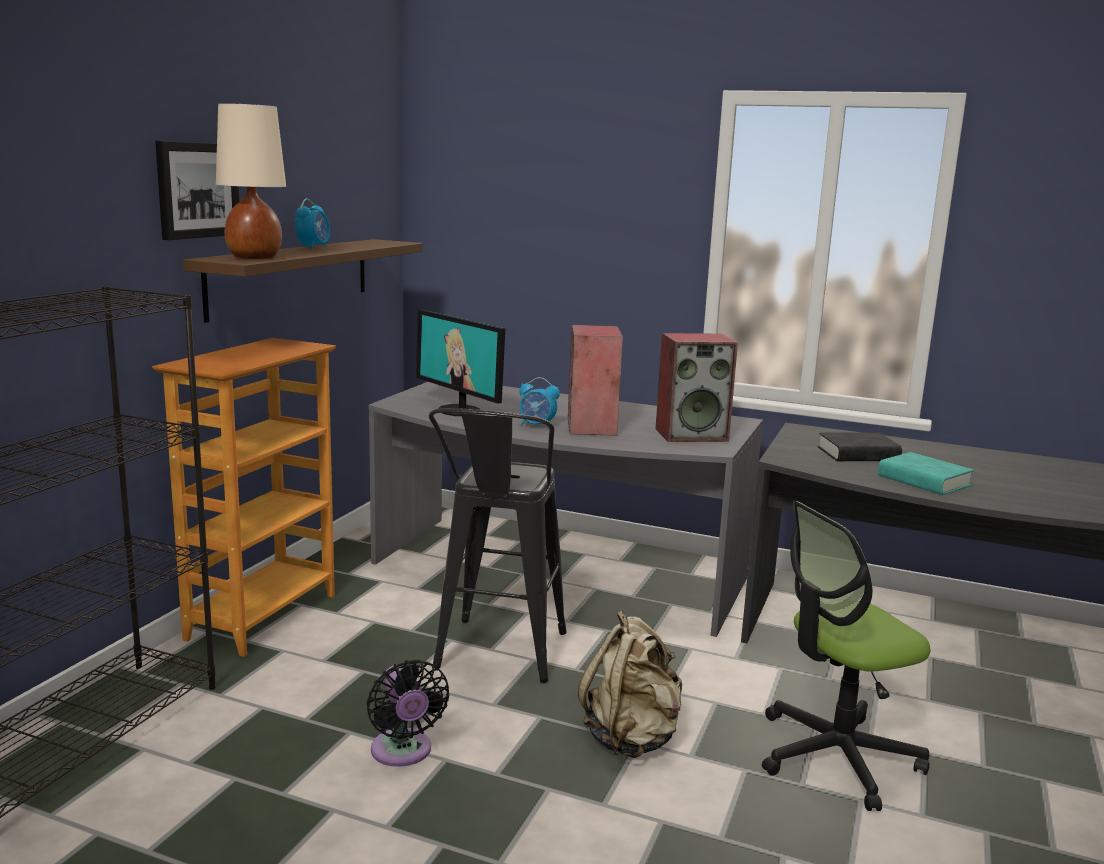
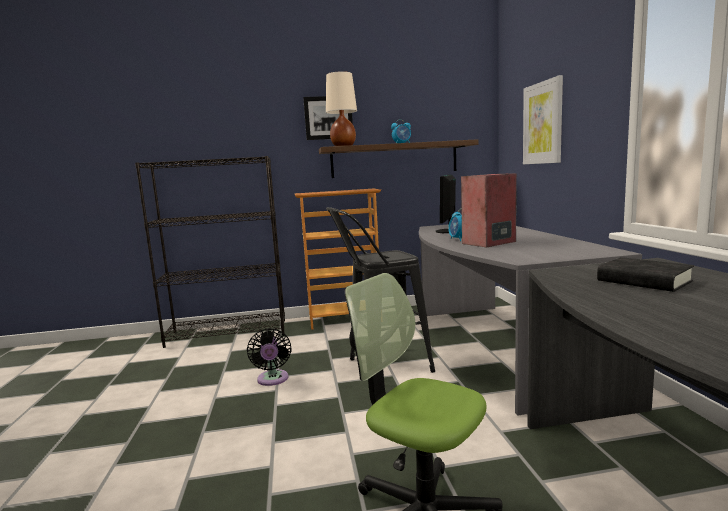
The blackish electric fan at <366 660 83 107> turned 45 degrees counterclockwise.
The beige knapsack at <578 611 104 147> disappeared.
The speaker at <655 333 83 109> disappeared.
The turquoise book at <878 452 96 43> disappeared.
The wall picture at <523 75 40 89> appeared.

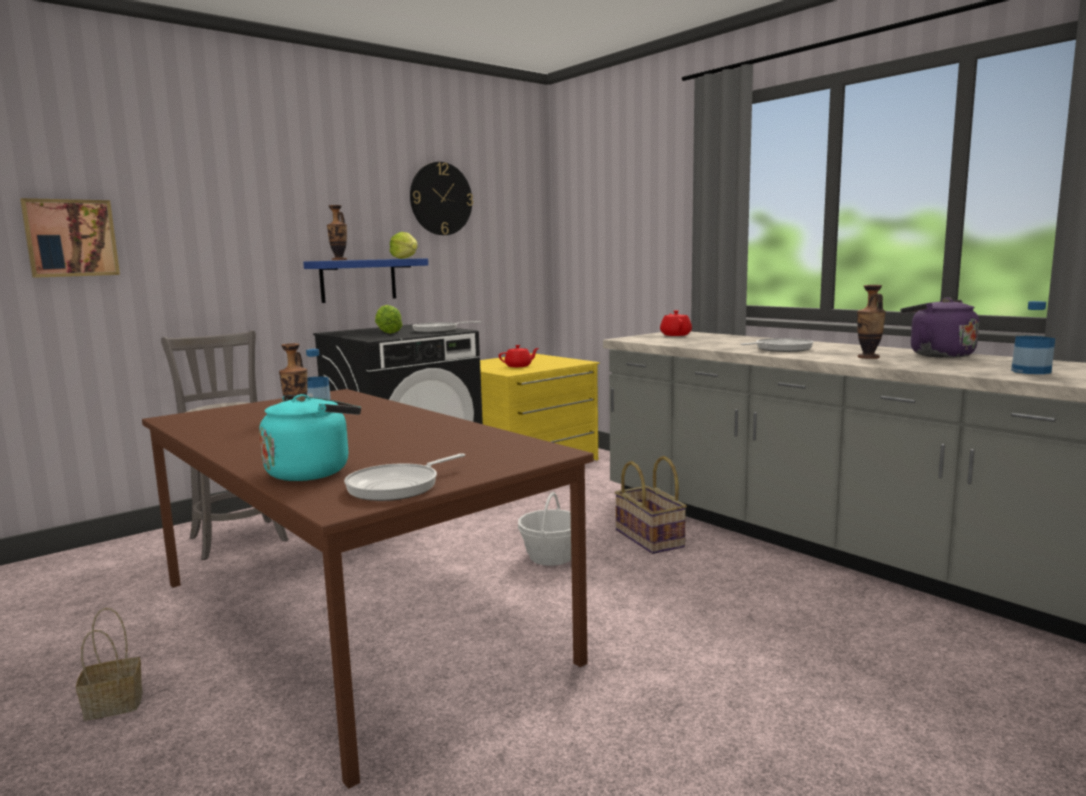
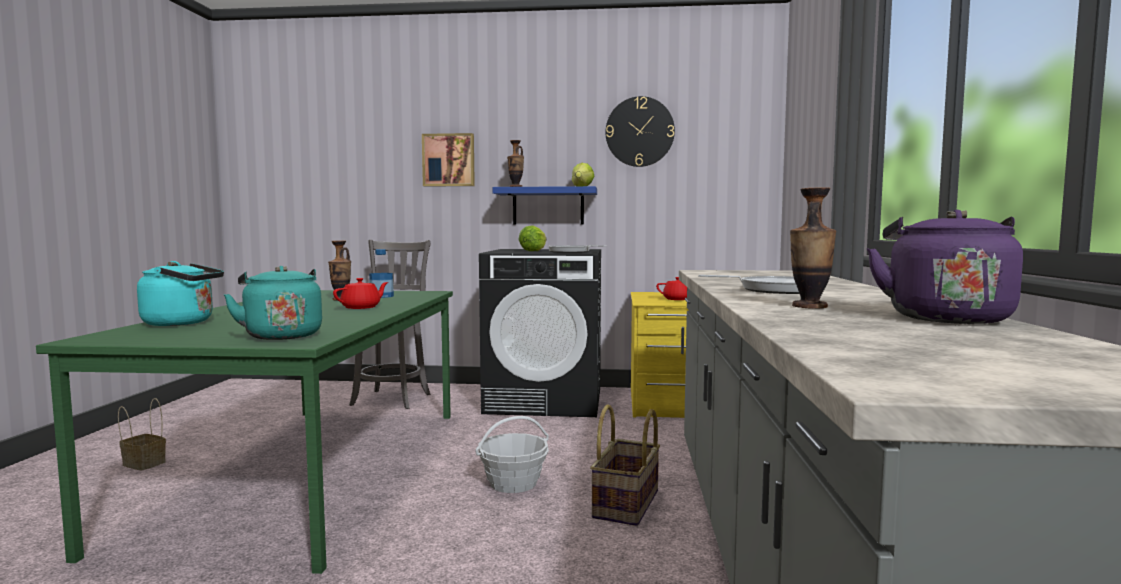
The wall picture moved from <20 198 100 80> to <422 133 53 53>.
The brown dinner table at <142 389 452 400> became the greenish dinner table at <36 290 417 284>.
The frying pan at <344 453 121 48> disappeared.
The red-coloured pot for tea moved from <660 310 32 26> to <333 278 55 31>.
The bottle at <1011 301 44 73> disappeared.
The turquoise tea kettle at <223 266 99 74> appeared.

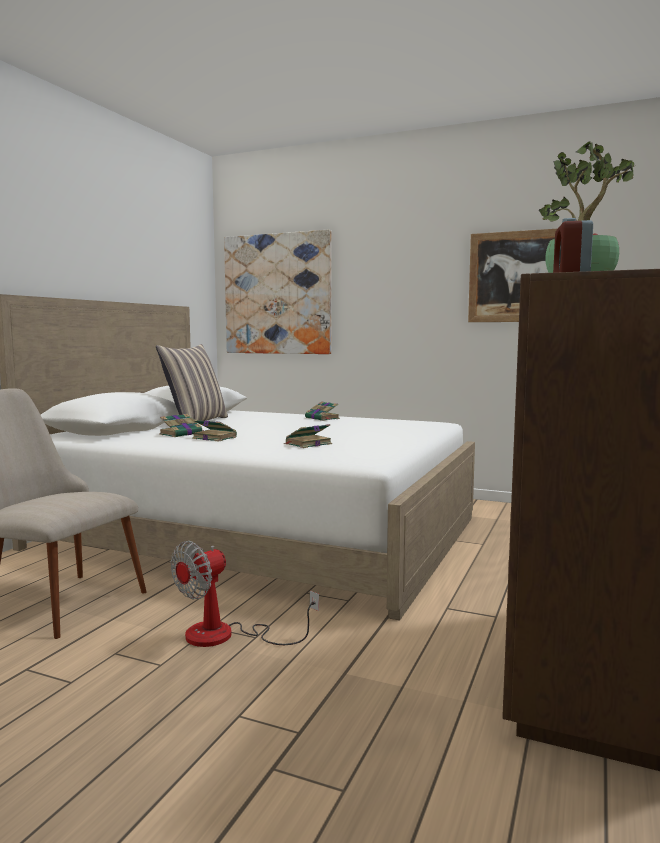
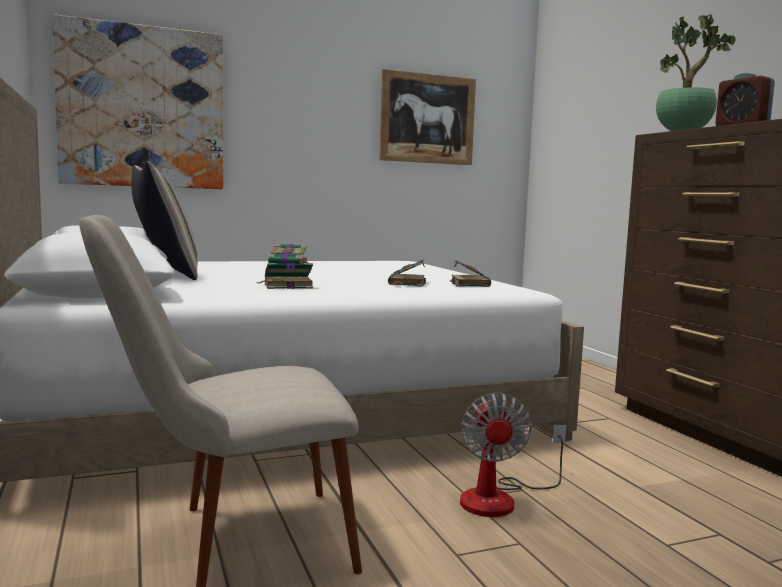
The book moved from <159 414 45 23> to <450 260 41 27>.

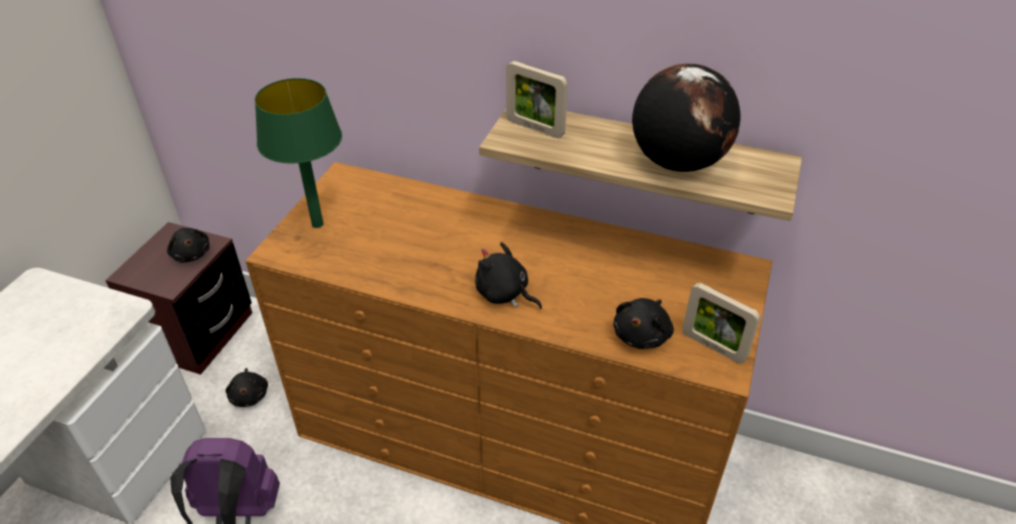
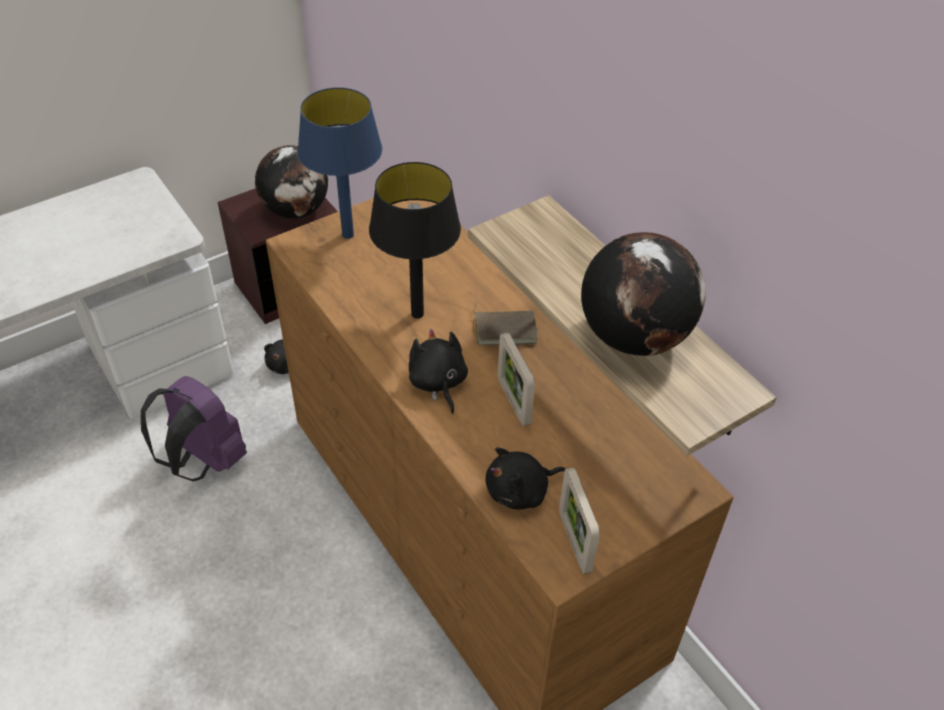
The blackish soft toy at <167 228 43 35> was replaced by the world globe at <255 145 73 74>.
The greenish lamp for a table at <255 78 87 150> became the bluish lamp for a table at <297 87 85 152>.
The standing frame moved from <506 61 62 77> to <498 333 37 93>.
The blackish lamp for a table at <369 162 92 157> appeared.
The brown book at <473 303 65 42> appeared.

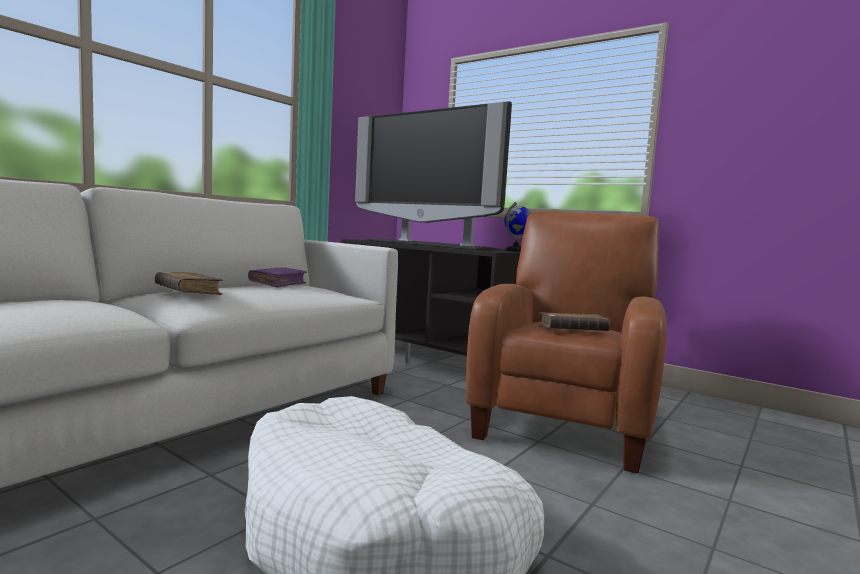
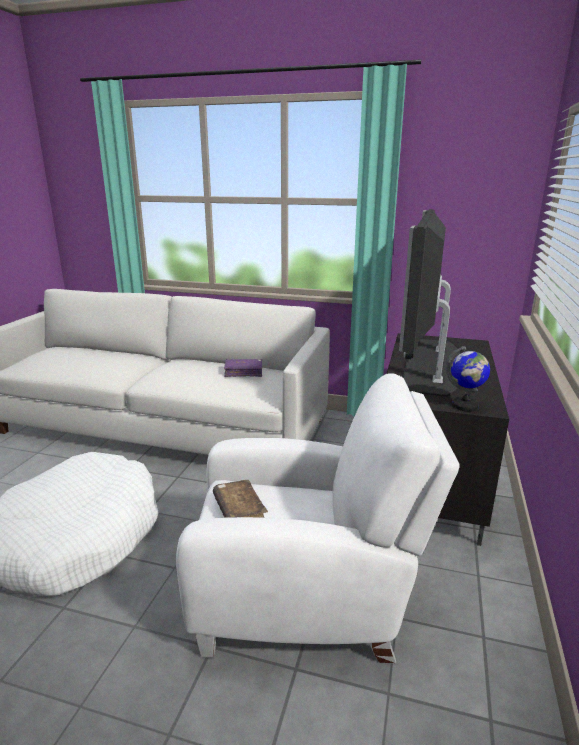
The brown book at <155 272 68 23> disappeared.
The brown armchair at <466 211 201 262> became the white armchair at <176 373 283 290>.

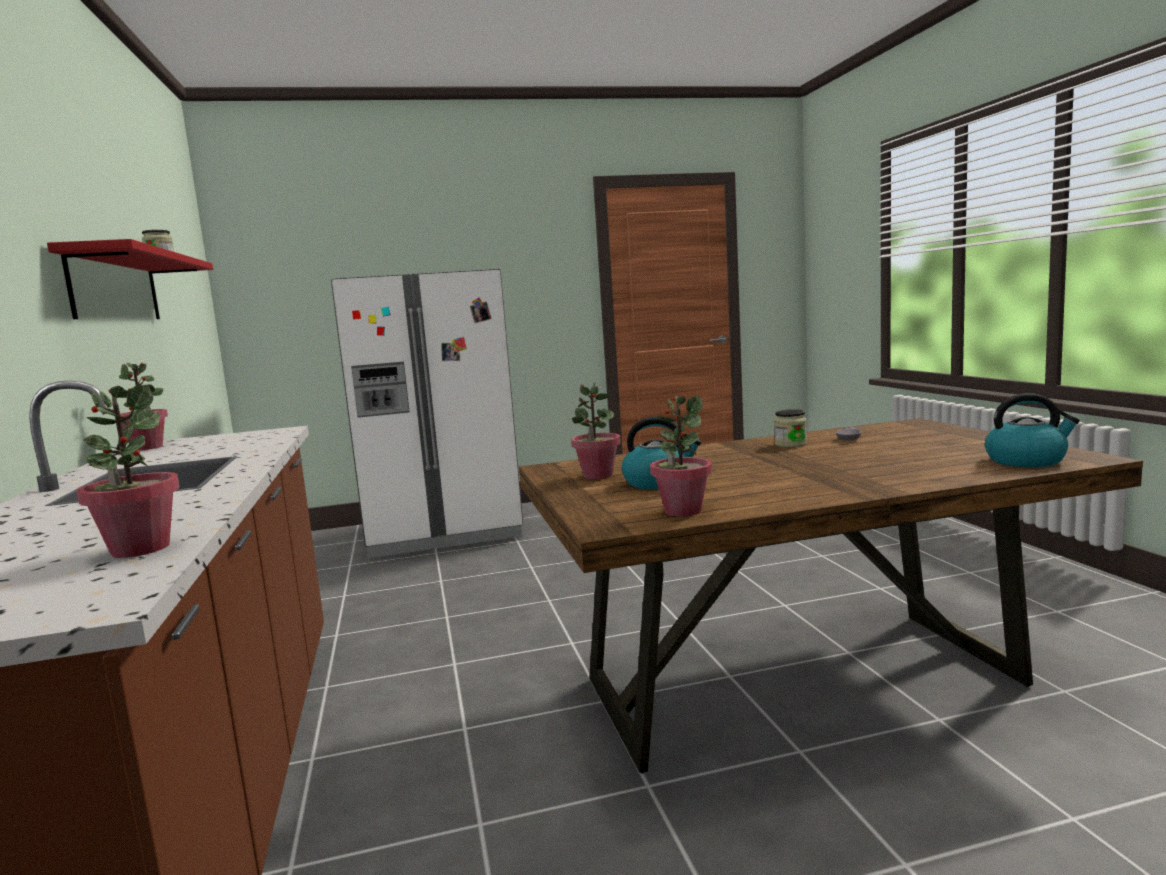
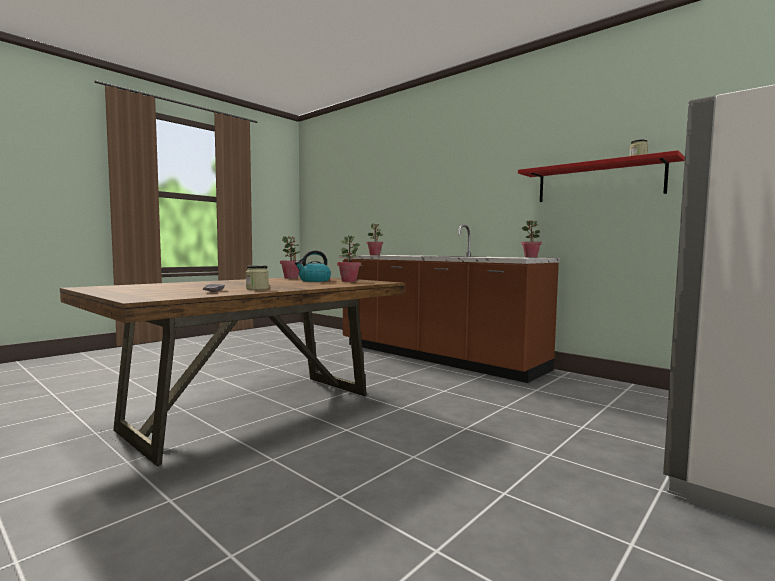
The tea kettle at <985 393 95 74> disappeared.

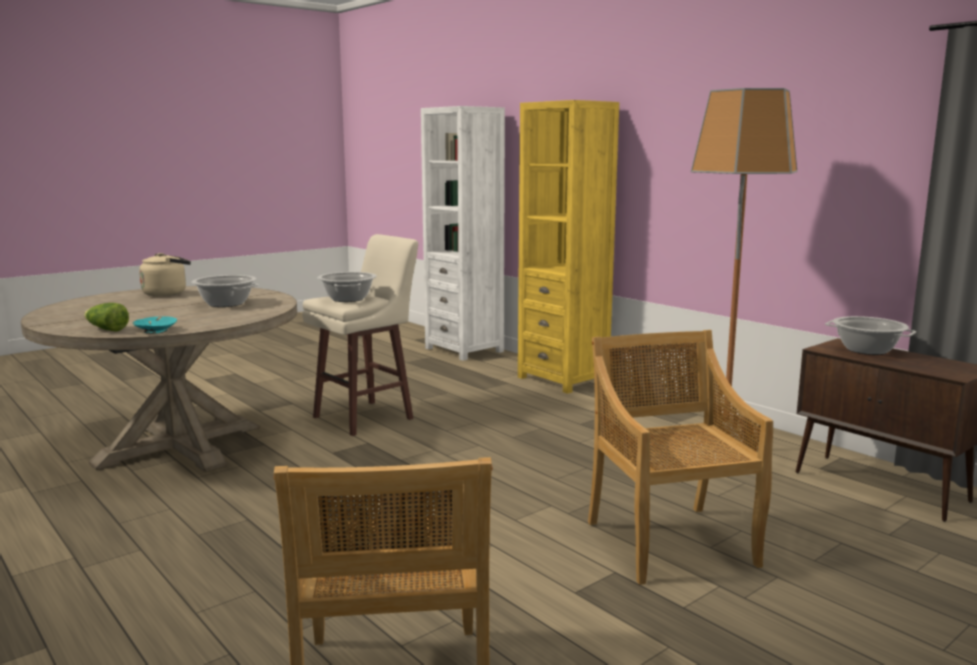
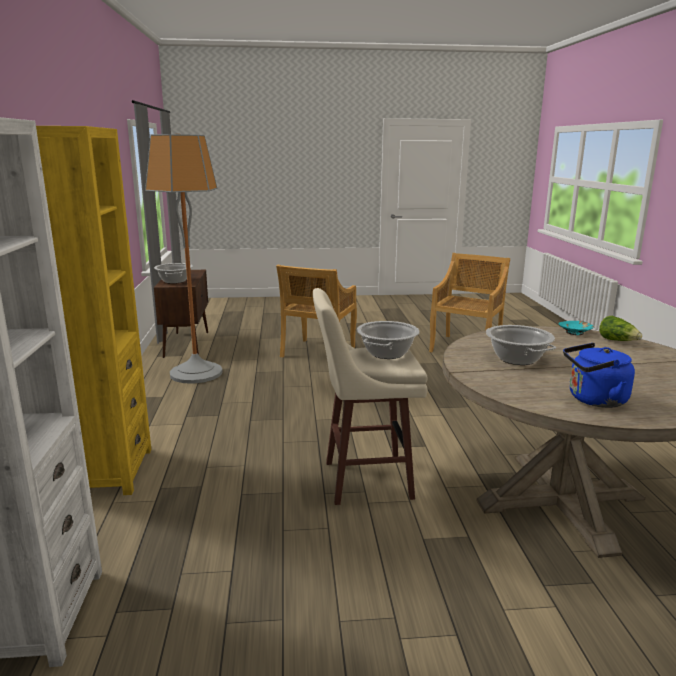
The beige tea kettle at <139 253 52 43> became the bluish tea kettle at <563 343 72 65>.

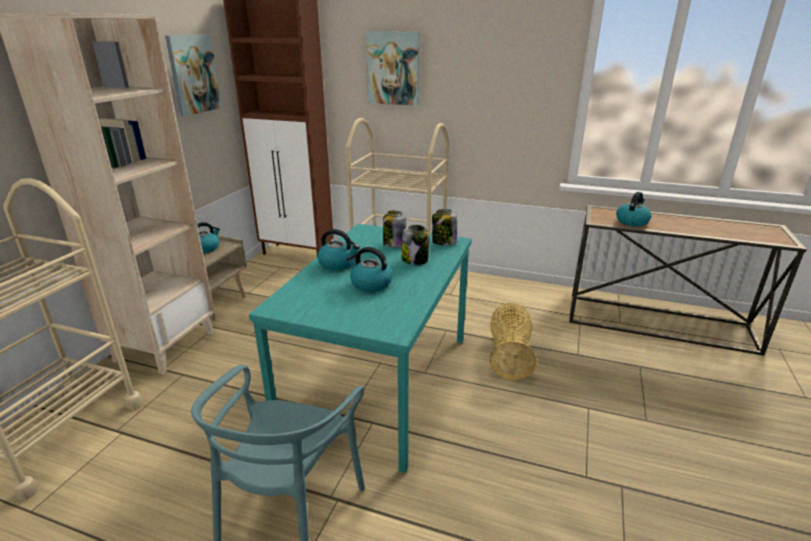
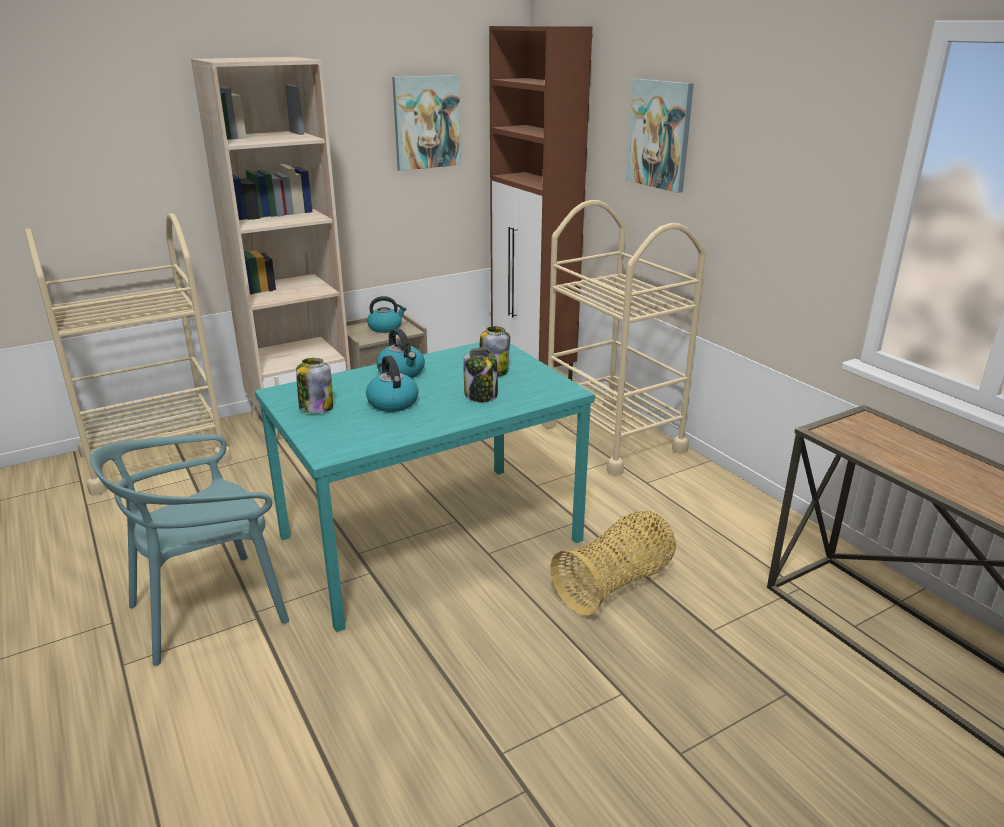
The storage jar moved from <432 209 25 36> to <296 358 37 55>.
The tea kettle at <616 192 35 34> disappeared.

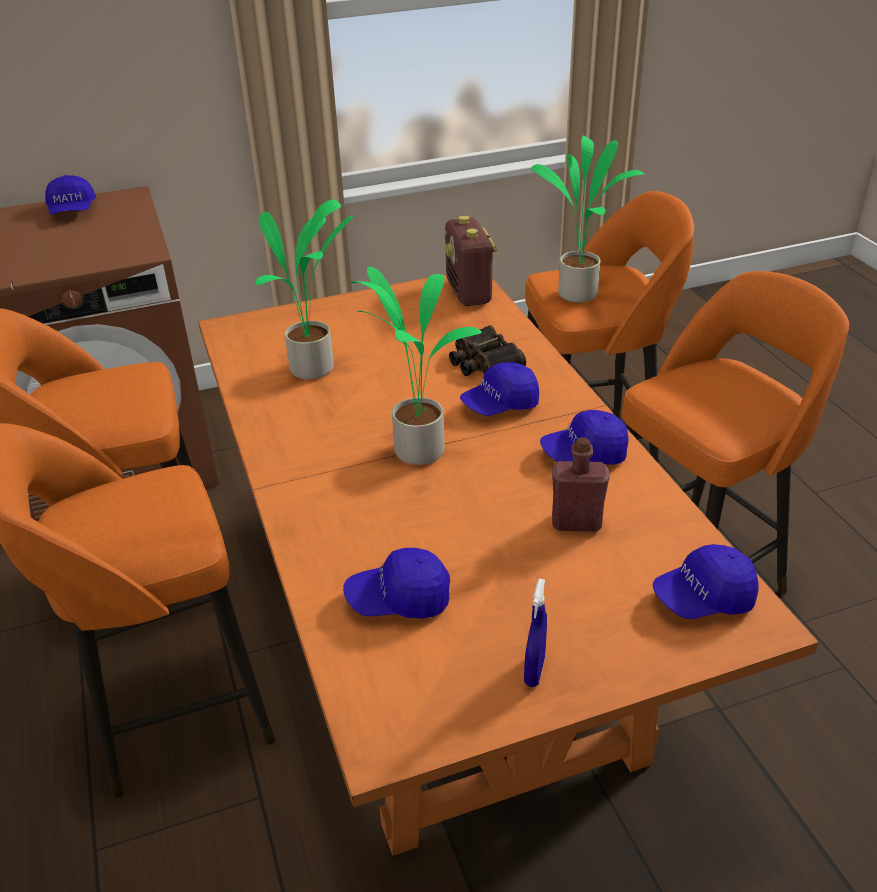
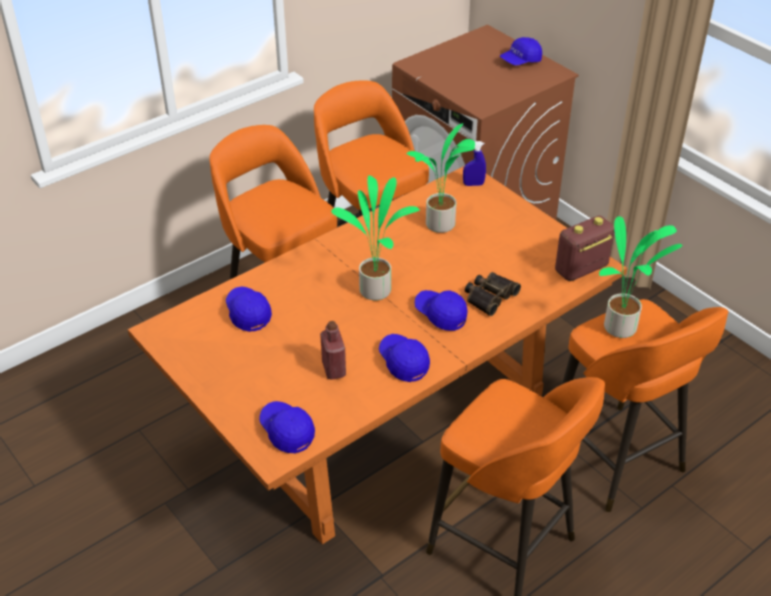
The bluish spray bottle moved from <524 579 23 108> to <463 141 23 45>.

